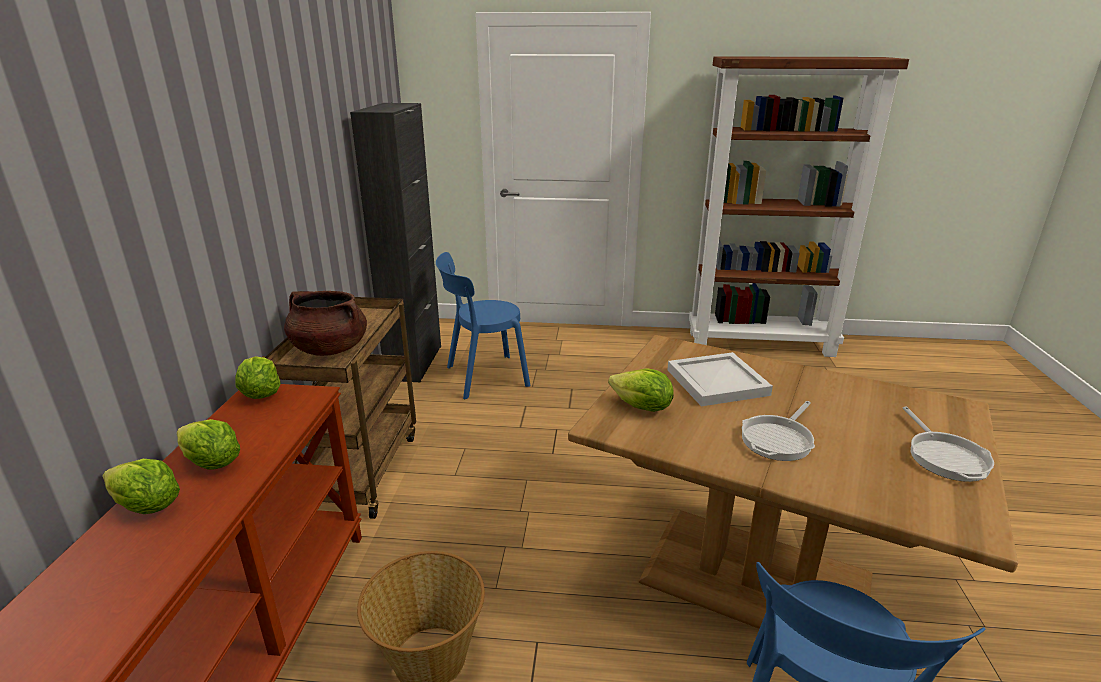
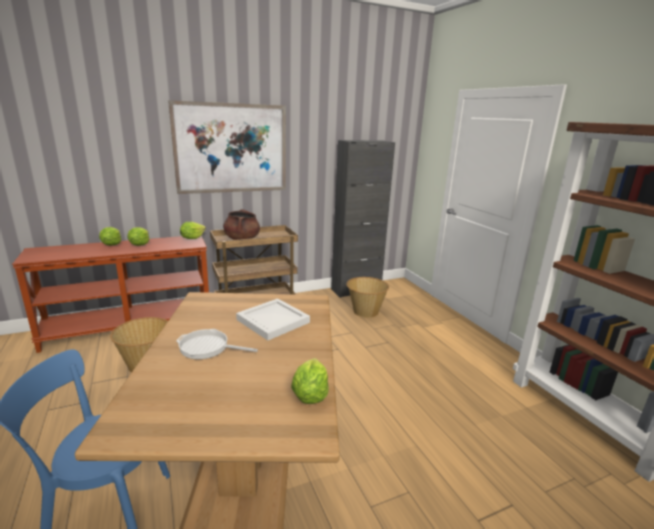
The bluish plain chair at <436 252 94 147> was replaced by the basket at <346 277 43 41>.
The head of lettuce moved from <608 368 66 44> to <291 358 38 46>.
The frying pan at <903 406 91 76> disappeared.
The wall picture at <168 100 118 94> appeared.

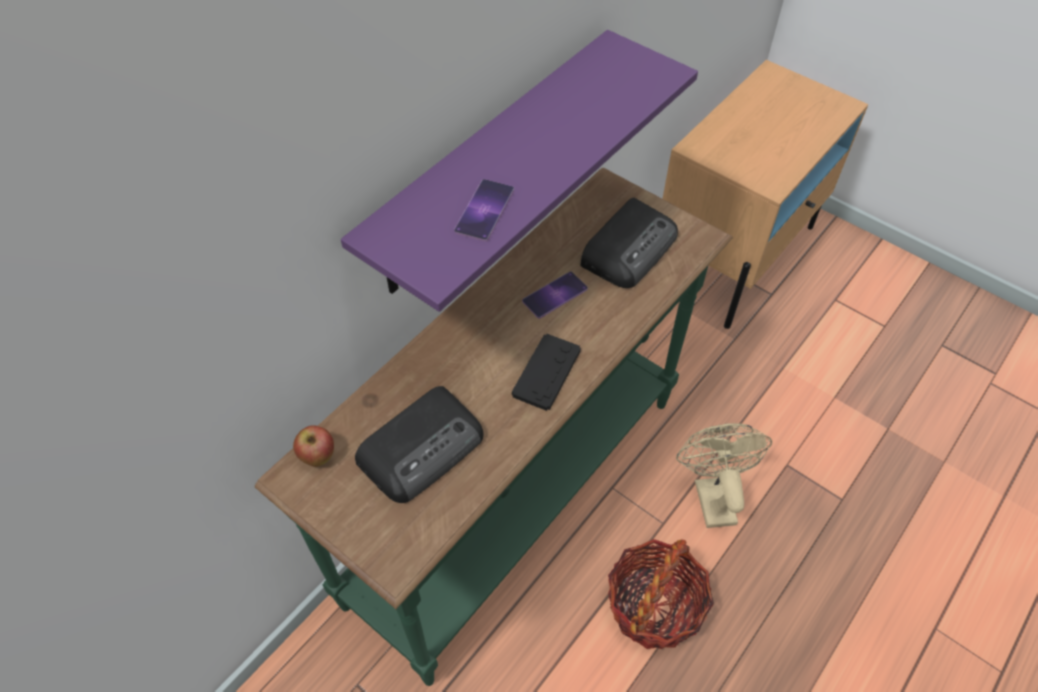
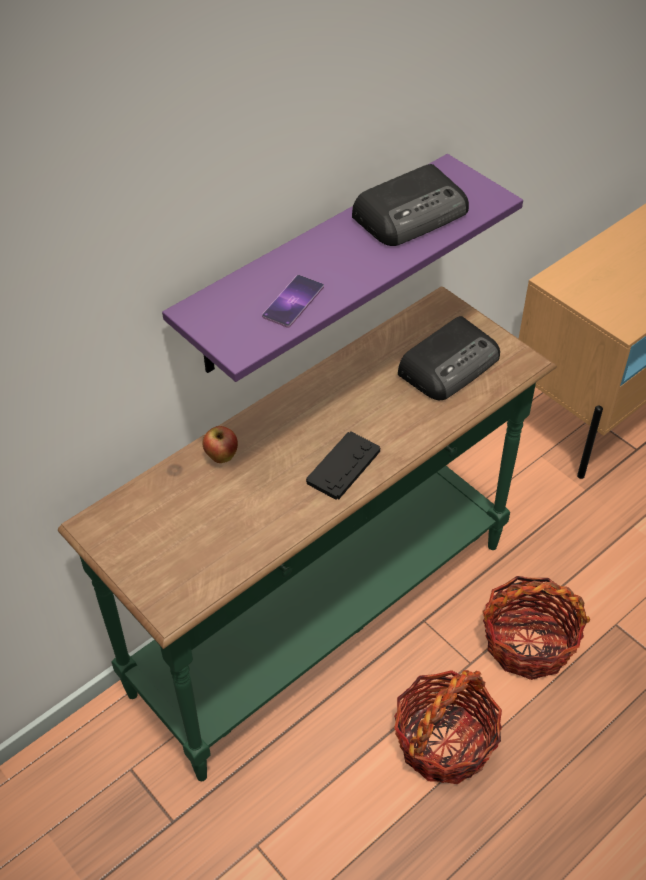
The apple moved from <293 425 41 42> to <203 426 35 37>.
The radio set moved from <355 386 129 117> to <352 164 117 82>.
The telephone at <522 271 66 48> disappeared.
The beige electric fan at <676 423 96 105> was replaced by the basket at <482 576 108 104>.

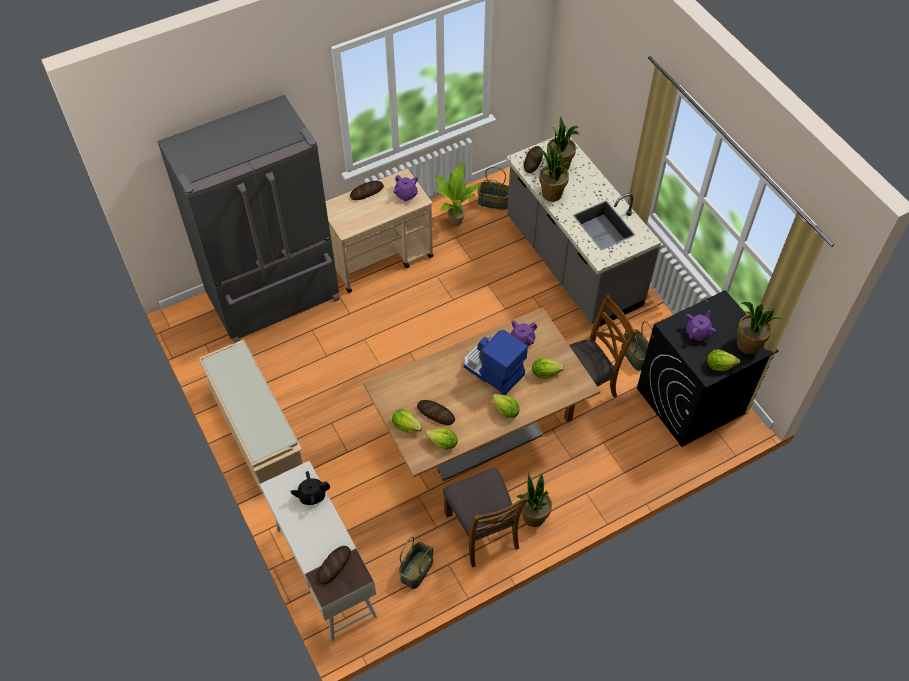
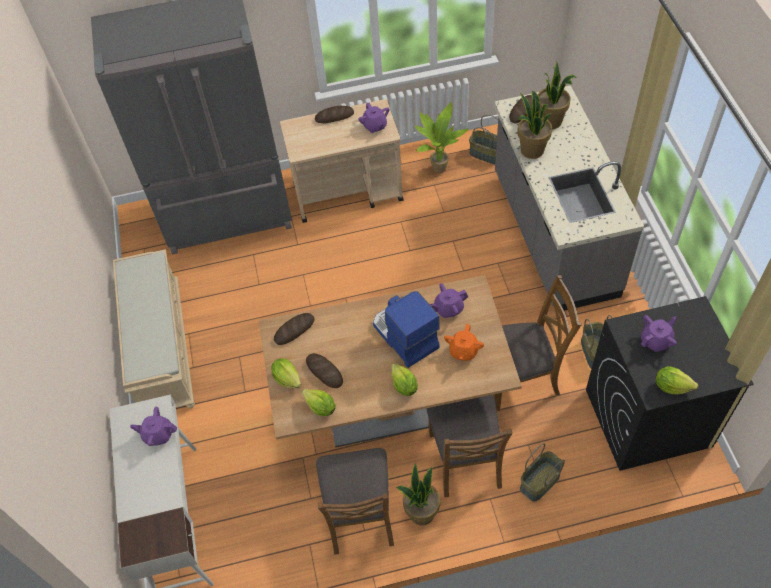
The blackish pot for tea at <290 471 40 34> became the purple-coloured pot for tea at <130 407 47 39>.
The bread moved from <317 546 34 39> to <274 313 41 32>.
The basket moved from <399 536 35 53> to <520 443 45 58>.
The head of lettuce at <532 358 32 21> was replaced by the orangey pot for tea at <444 324 40 37>.
The houseplant at <737 302 45 52> disappeared.
The brown plain chair at <426 395 86 102> appeared.

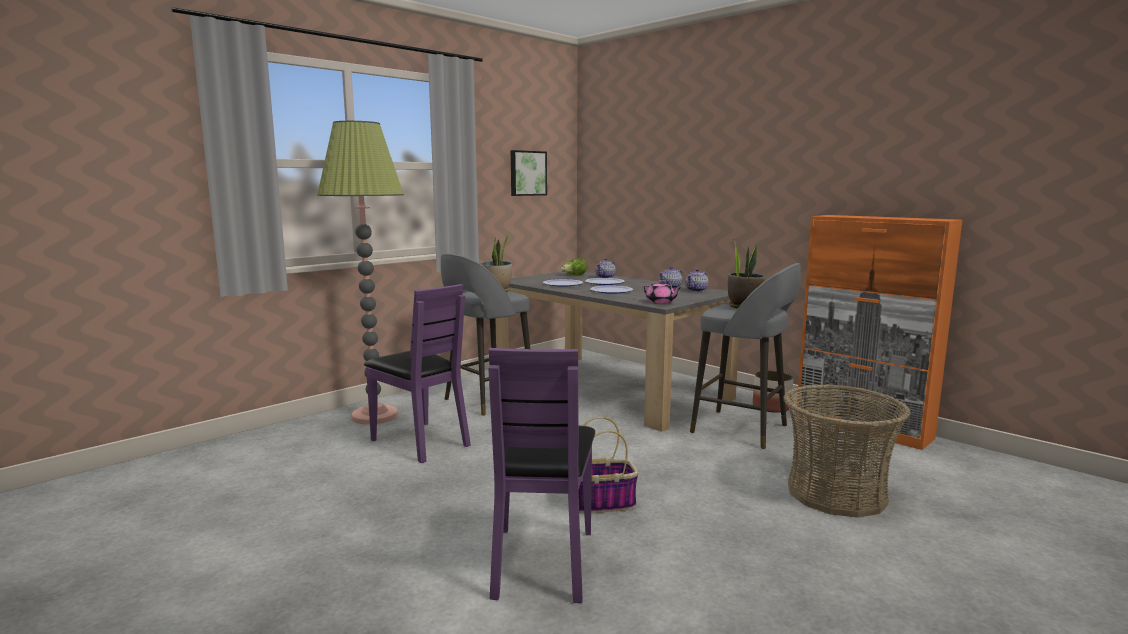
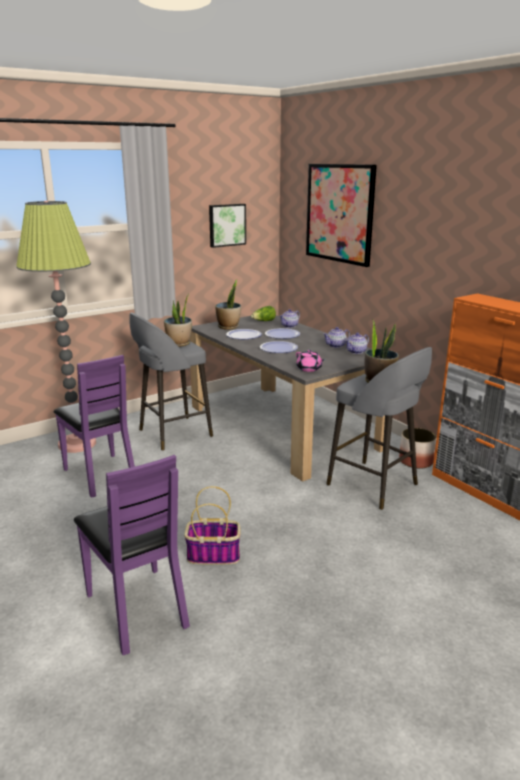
The purple-coloured plain chair at <488 348 107 255> turned 45 degrees counterclockwise.
The basket at <783 384 128 134> disappeared.
The houseplant at <215 280 26 50> appeared.
The wall picture at <306 164 71 103> appeared.

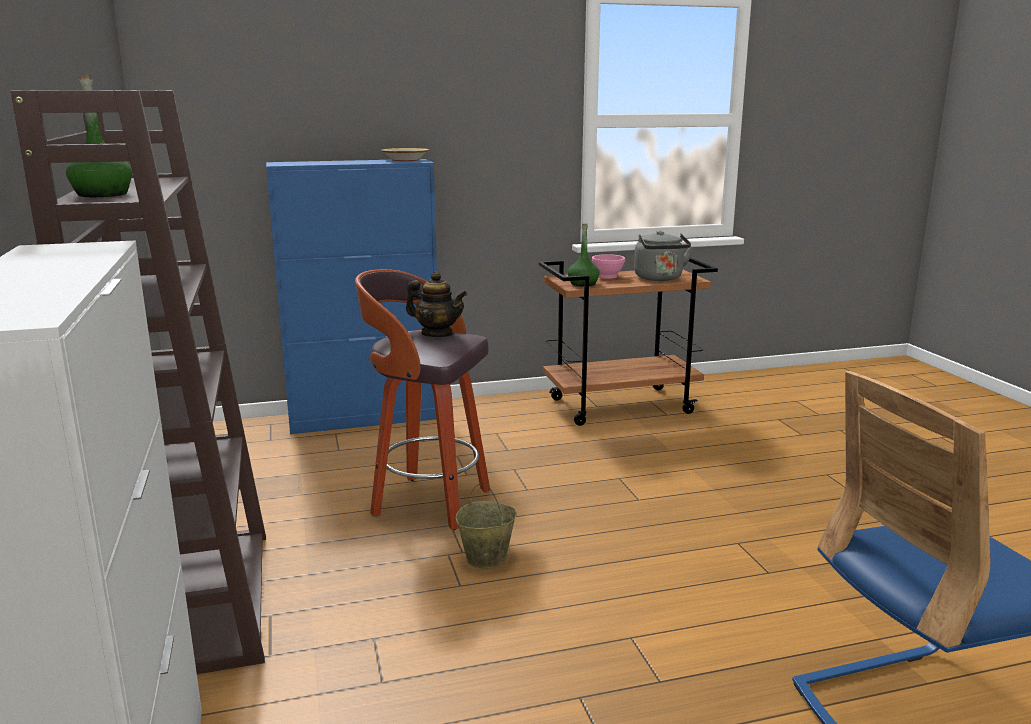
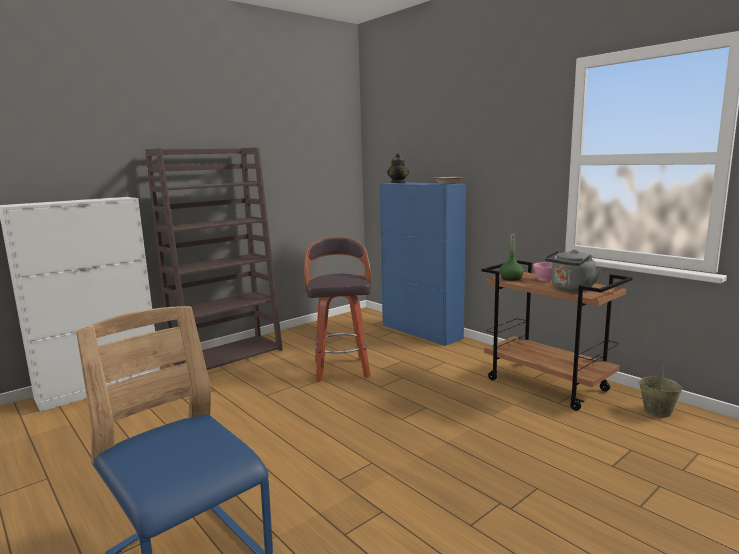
The greenish bottle at <66 74 66 123> disappeared.
The pot for tea moved from <406 271 61 66> to <387 153 22 30>.
The beige bucket moved from <456 483 61 86> to <639 364 44 54>.

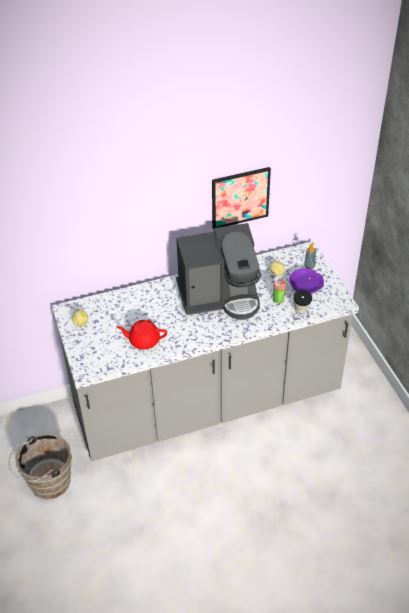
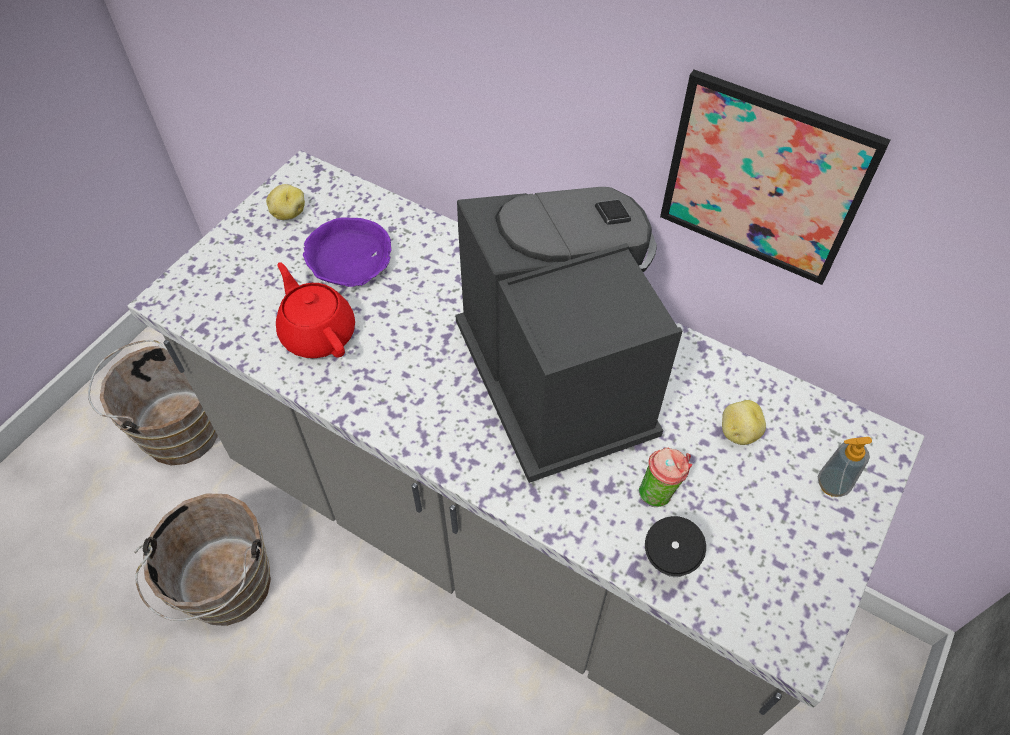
The coffee brewer at <176 223 85 97> turned 150 degrees counterclockwise.
The purple-coloured deep dish moved from <289 268 35 26> to <303 217 88 70>.
The brown bucket at <134 494 137 132> appeared.

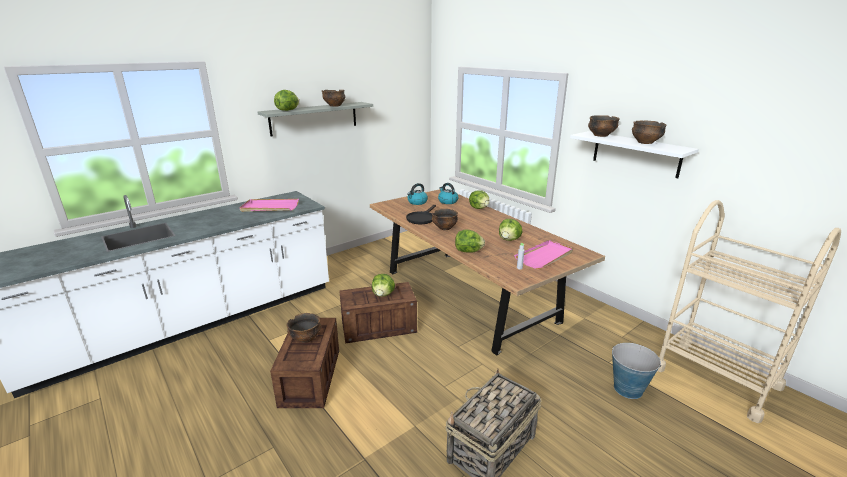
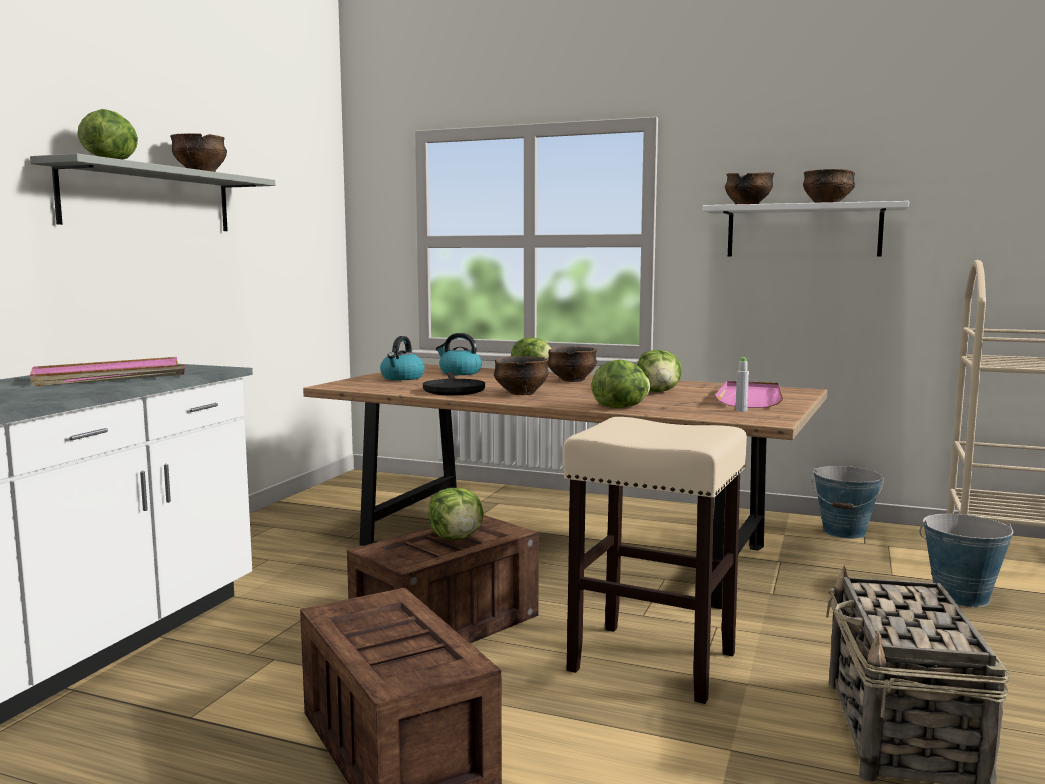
The deep dish moved from <287 313 34 30> to <547 347 50 35>.
The beige stool seat at <563 417 184 287> appeared.
The bucket at <812 466 72 73> appeared.

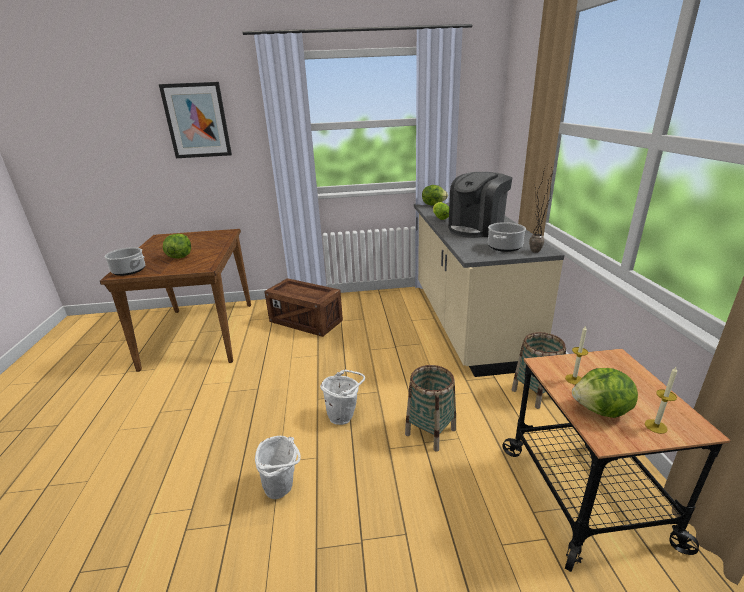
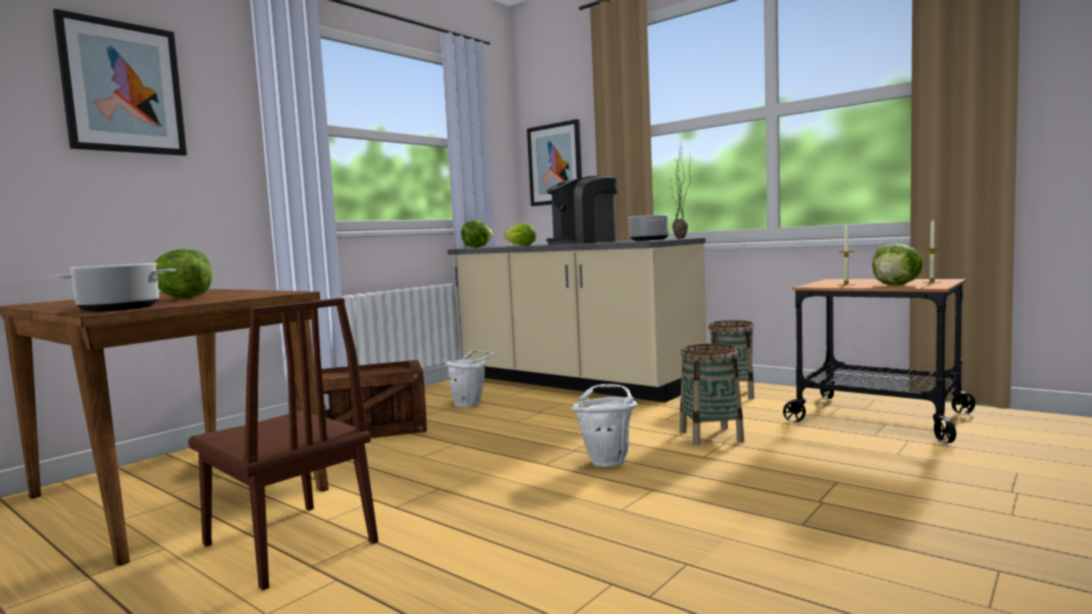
The white bucket moved from <255 436 46 63> to <445 350 49 57>.
The coffee brewer at <448 172 64 66> turned 60 degrees clockwise.
The brown plain chair at <188 298 190 292> appeared.
The wall picture at <527 119 55 87> appeared.

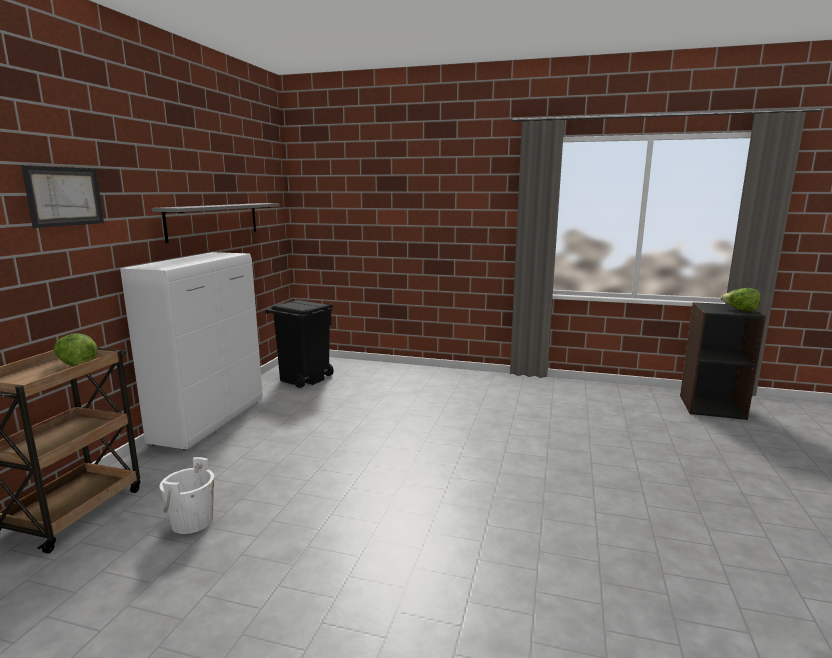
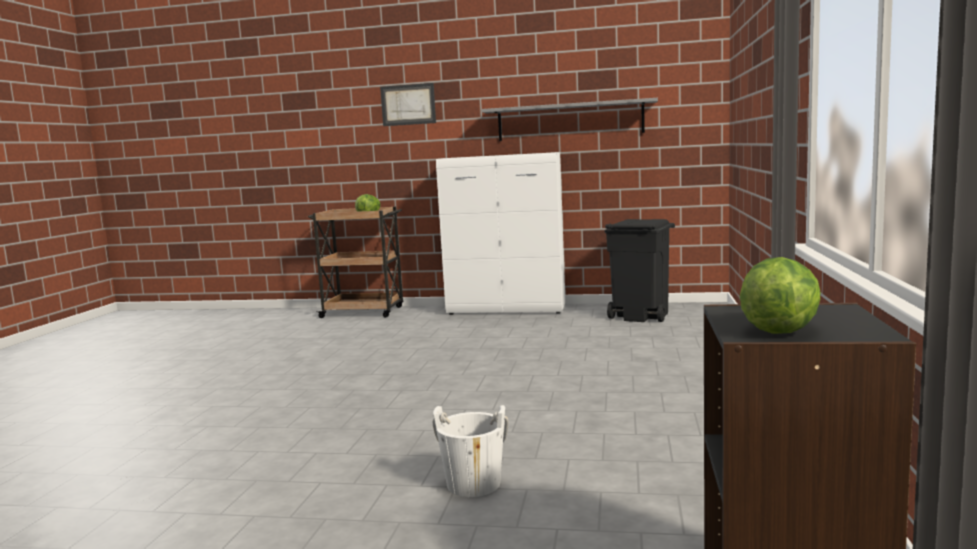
The white bucket moved from <159 457 55 77> to <433 405 75 92>.

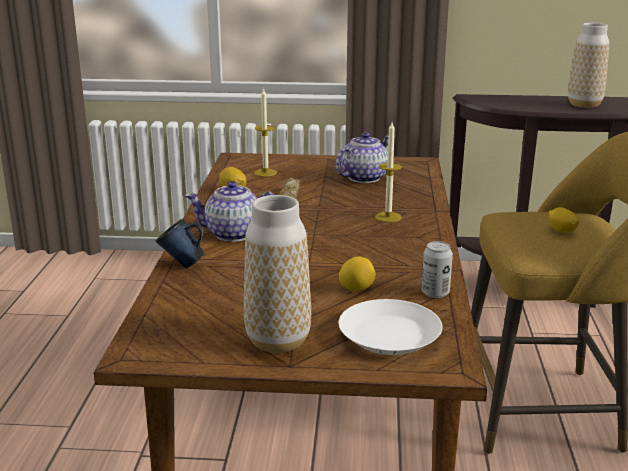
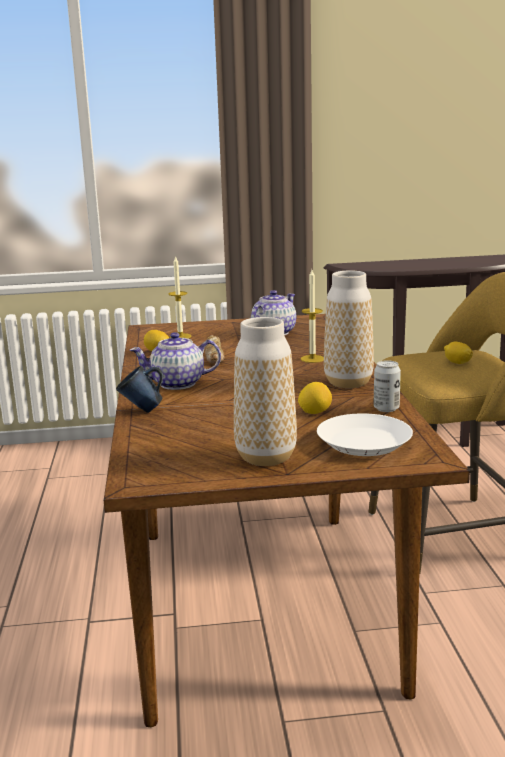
The flower vase moved from <568 23 41 85> to <324 271 50 117>.

